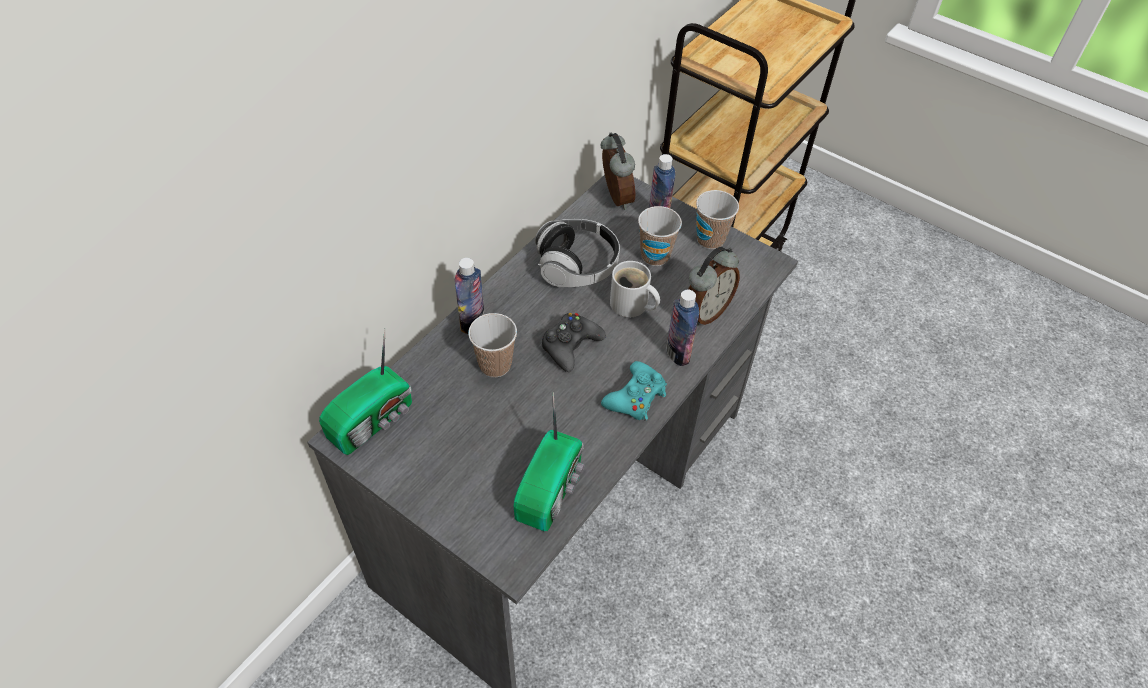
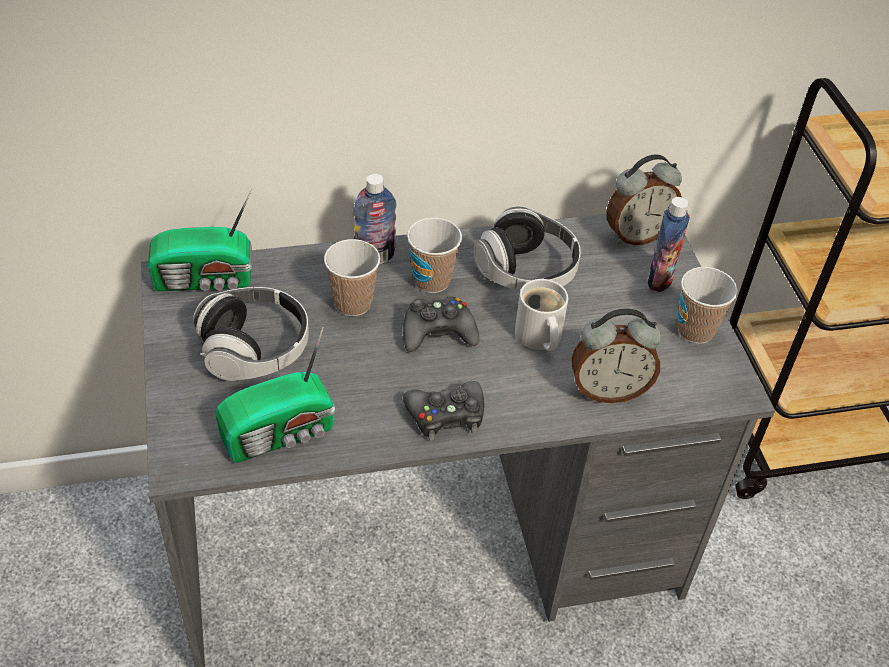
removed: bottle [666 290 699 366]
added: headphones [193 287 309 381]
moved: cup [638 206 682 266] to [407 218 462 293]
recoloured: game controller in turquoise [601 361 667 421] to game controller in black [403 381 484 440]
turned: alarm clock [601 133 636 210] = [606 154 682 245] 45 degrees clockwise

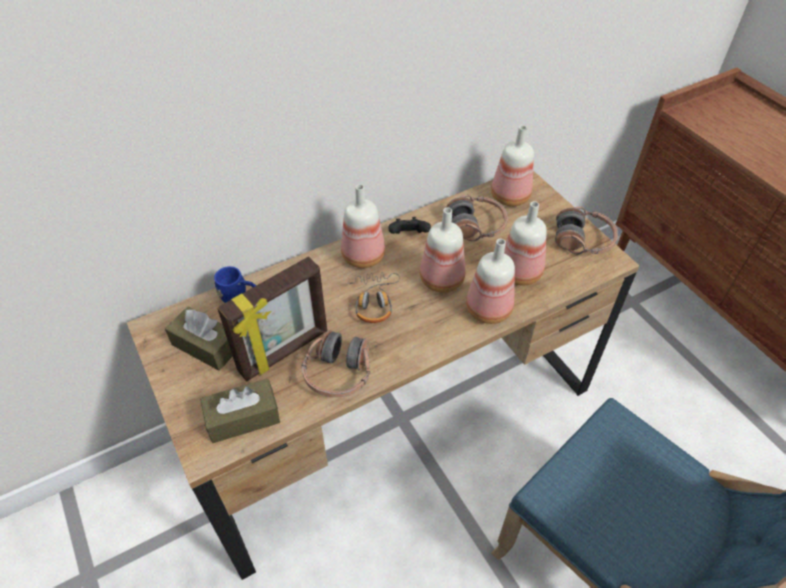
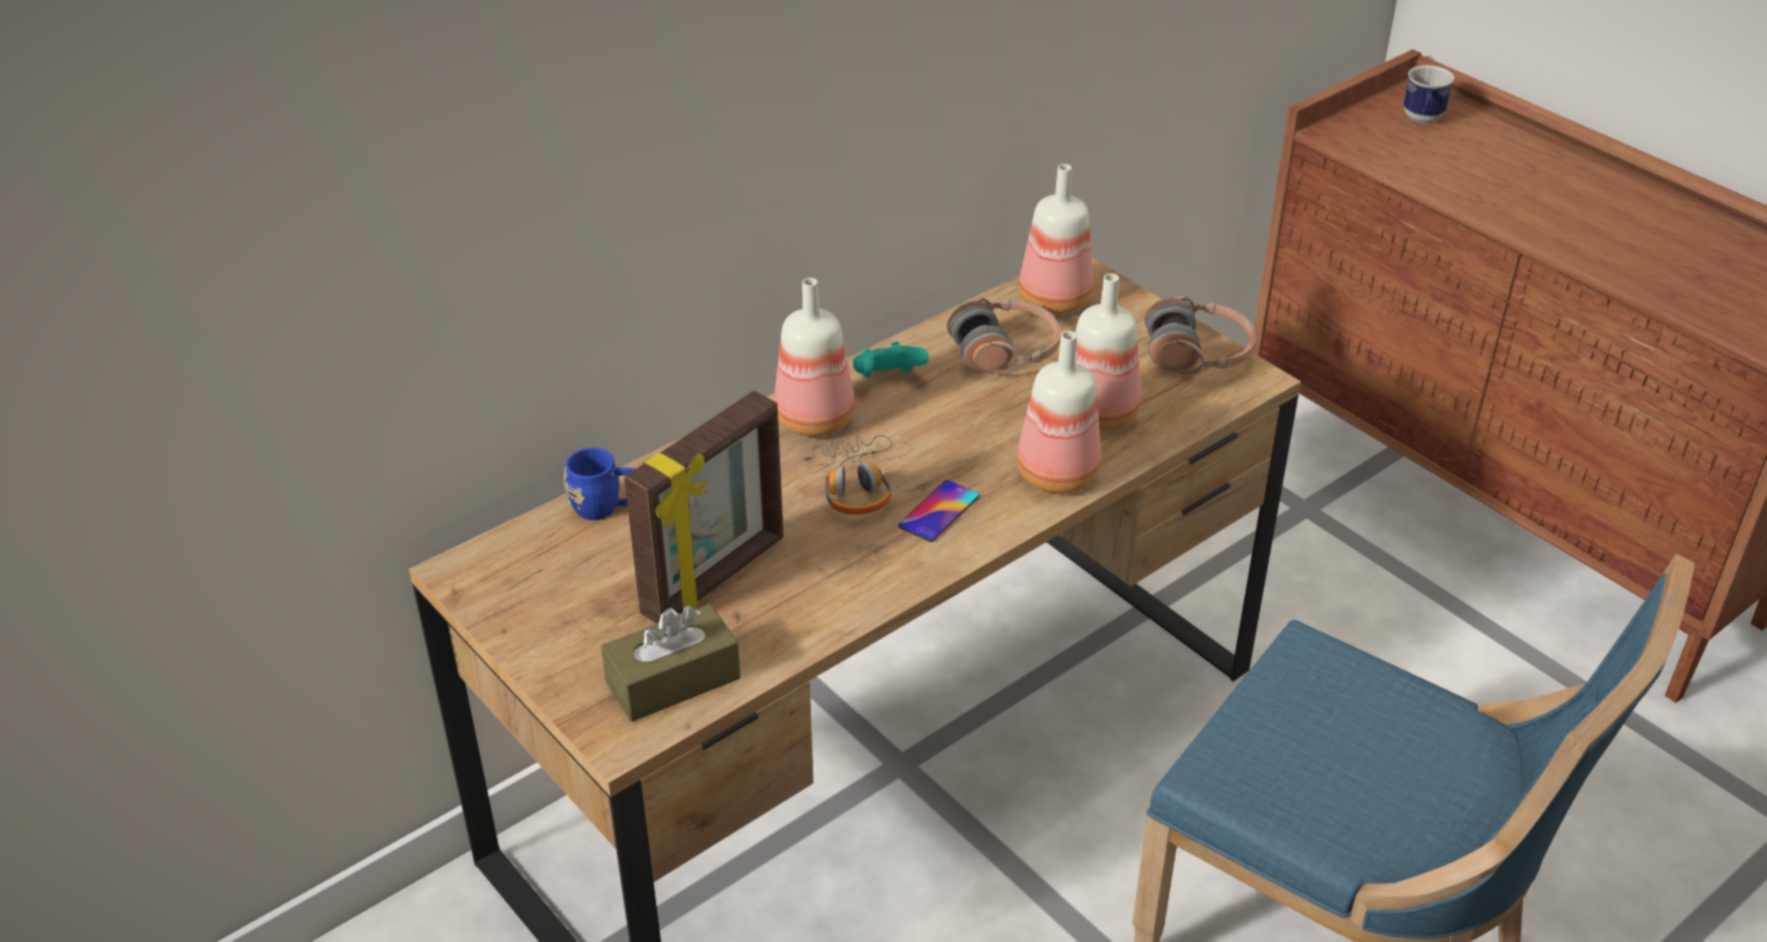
removed: bottle [420 207 465 293]; tissue box in brown [165 307 232 371]; headphones [302 330 370 397]
added: mug [1404 65 1454 124]; phone [898 480 979 542]
recoloured: game controller in black [389 217 431 234] to game controller in turquoise [853 342 929 377]

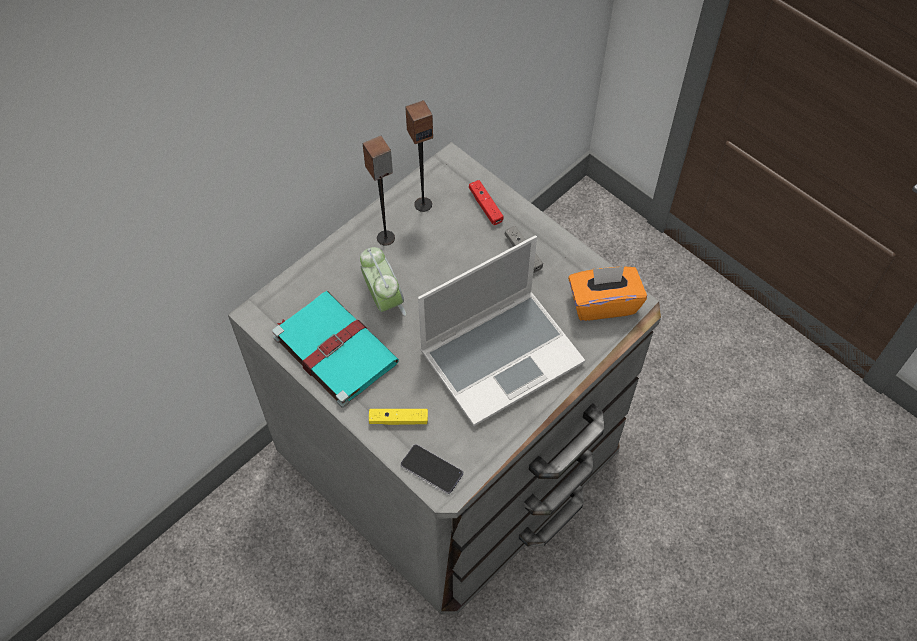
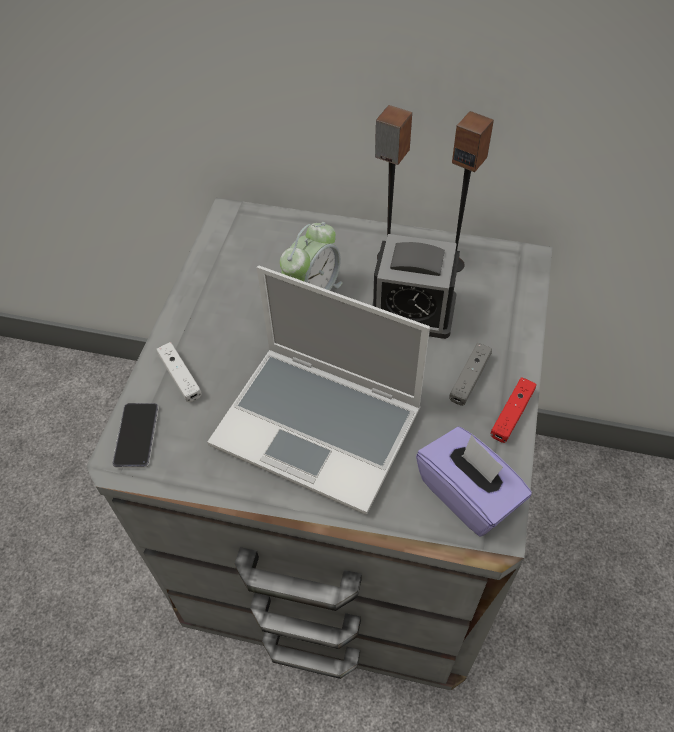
removed: book in turquoise [272 291 399 408]
added: alarm clock [372 234 460 339]
moved: game controller in red [469 180 503 225] to [490 377 536 443]
recoloured: tissue box in orange [568 266 647 321] to tissue box in purple [416 427 532 537]; game controller in yellow [369 409 428 425] to game controller in white [156 342 202 402]

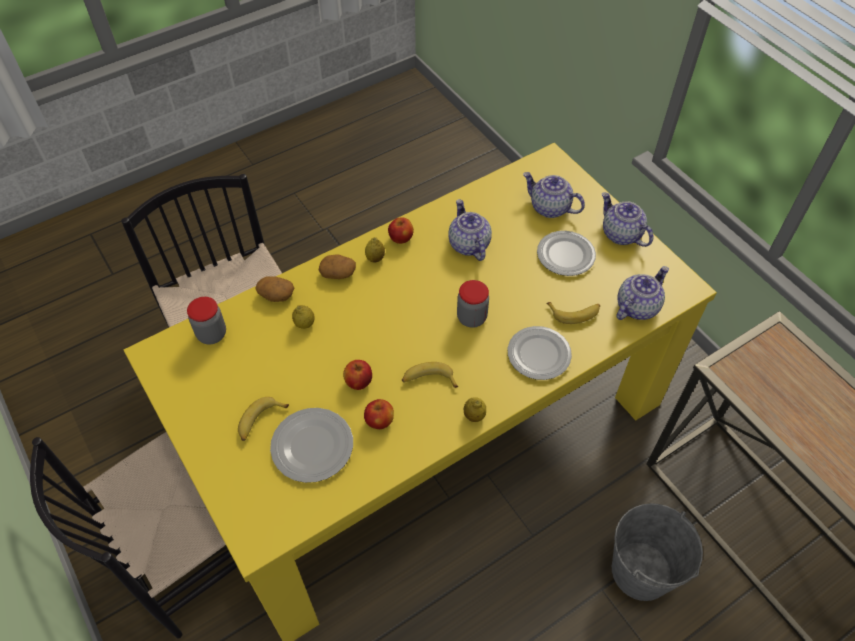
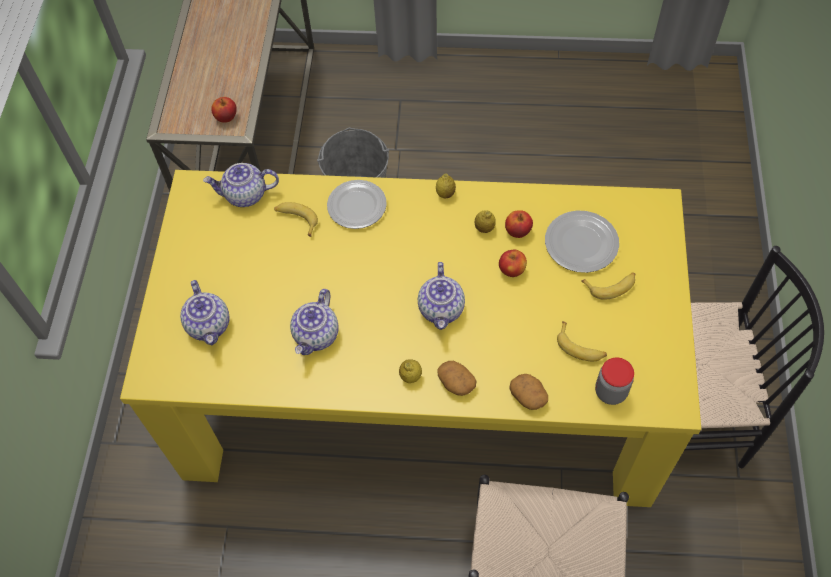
removed: plate [537 231 596 276]; jar [457 280 489 328]
moved: teapot [602 192 653 247] to [418 262 465 330]; apple [388 217 414 244] to [211 97 237 123]; lemon [292 305 315 329] to [475 210 496 233]; banana [402 362 458 388] to [557 321 607 361]

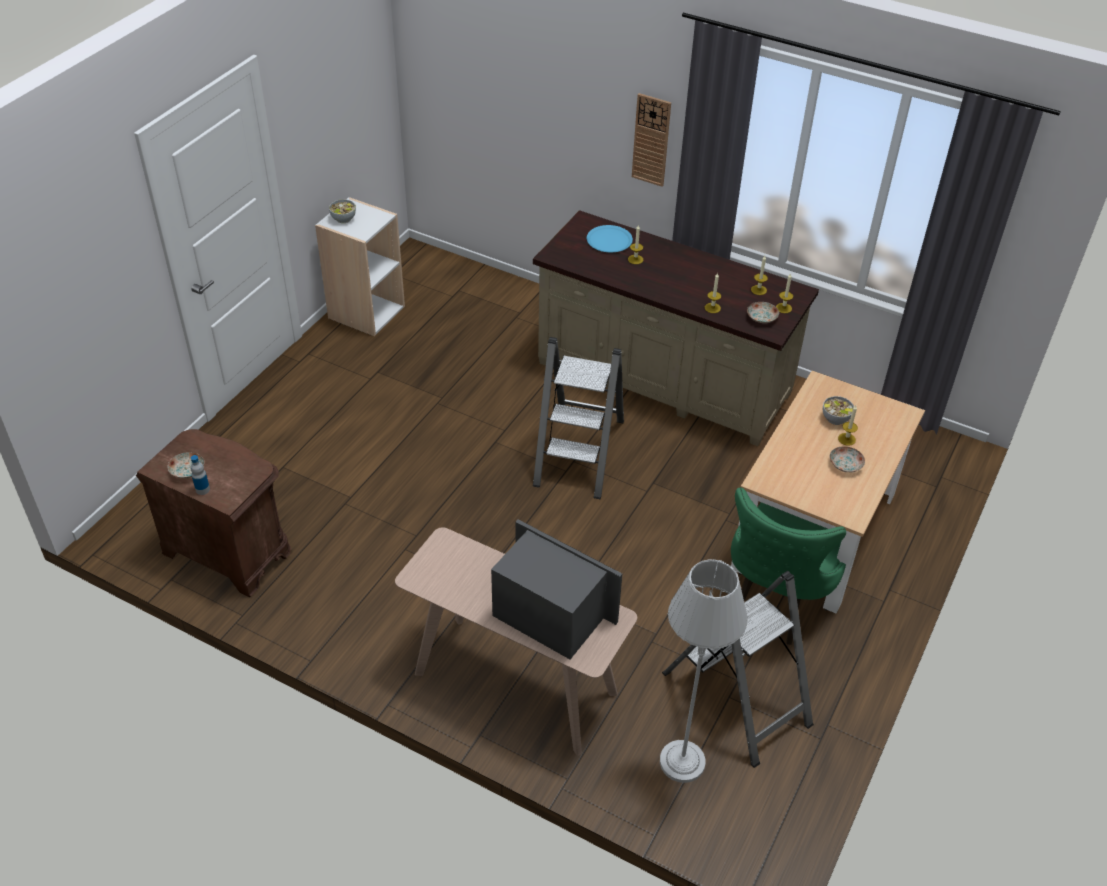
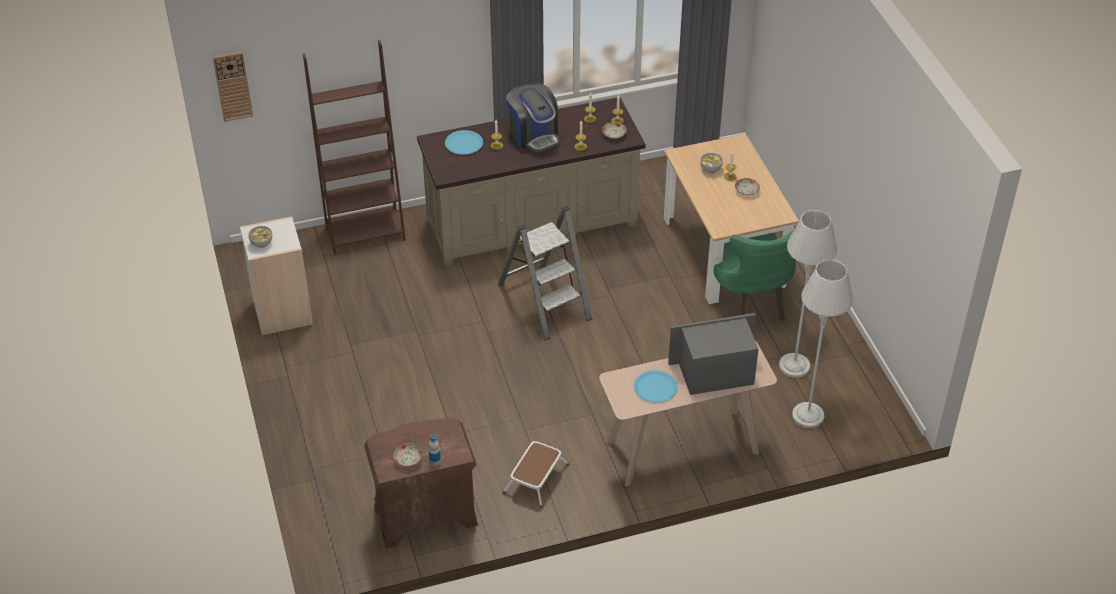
added: bookcase in brown [303 40 406 255]; coffee machine [506 83 559 153]; plate in blue [634 370 677 403]; step ladder in brown [502 441 570 509]
moved: wall clock [632 93 671 187] to [213 52 253 122]
replaced: step ladder in grey [662 571 814 768] to floor lamp in grey [779 210 837 378]

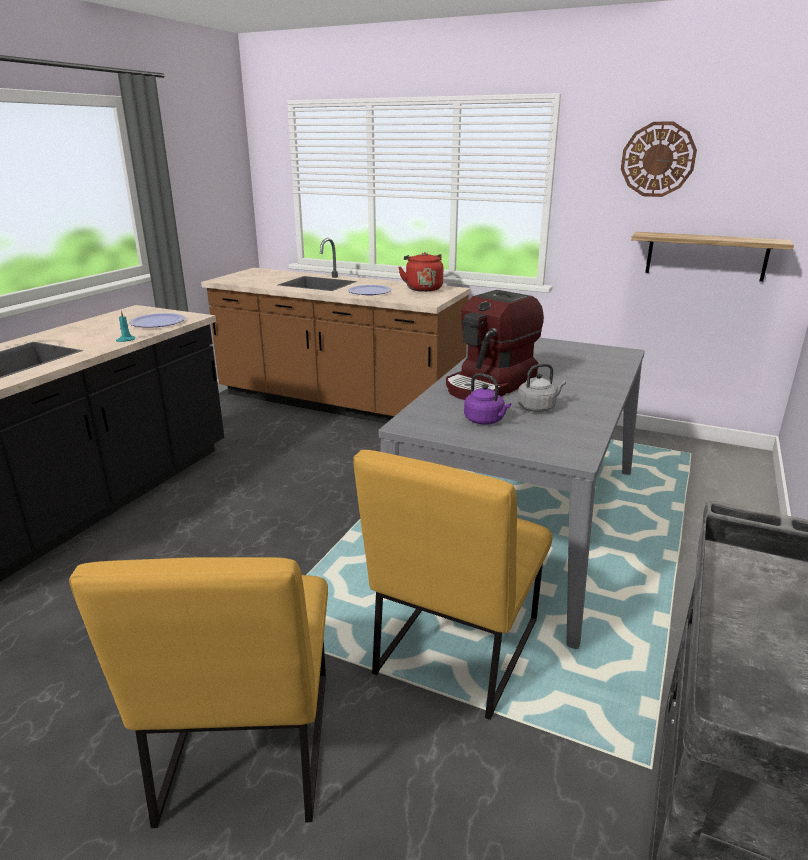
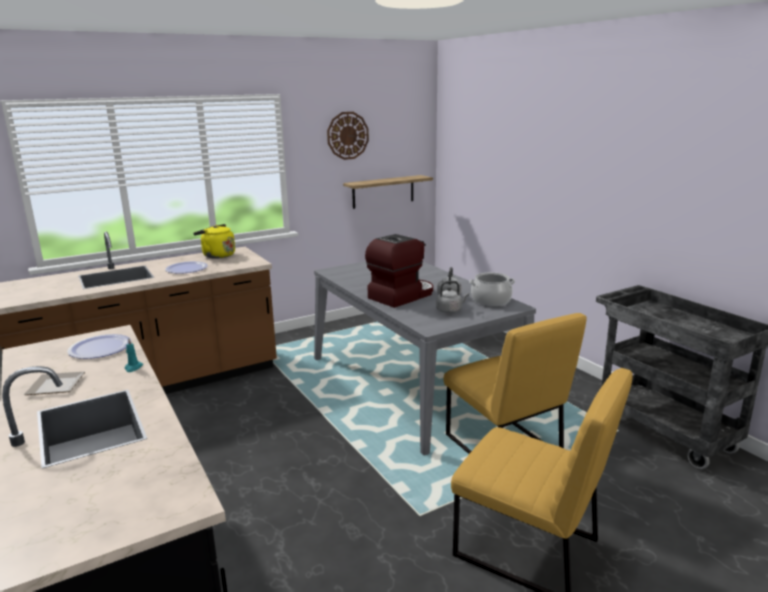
added: cooking pot [469 272 515 306]; plate [24 372 85 395]
recoloured: kettle in red [399 252 443 292] to kettle in yellow [193 224 235 259]; kettle in purple [464 373 511 425] to kettle in grey [436 281 469 313]
turned: coffee machine [446 290 544 400] = [365 234 433 308] 120 degrees counterclockwise

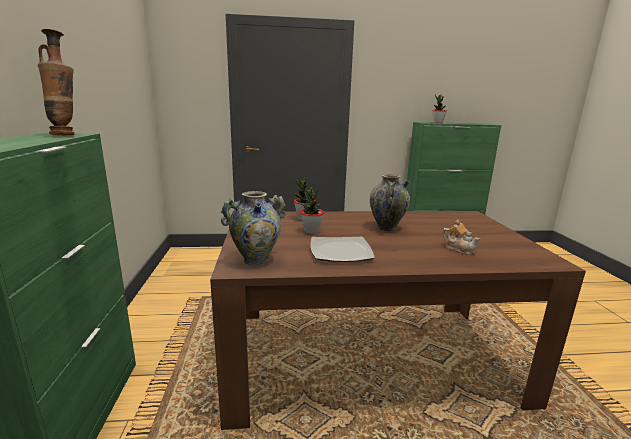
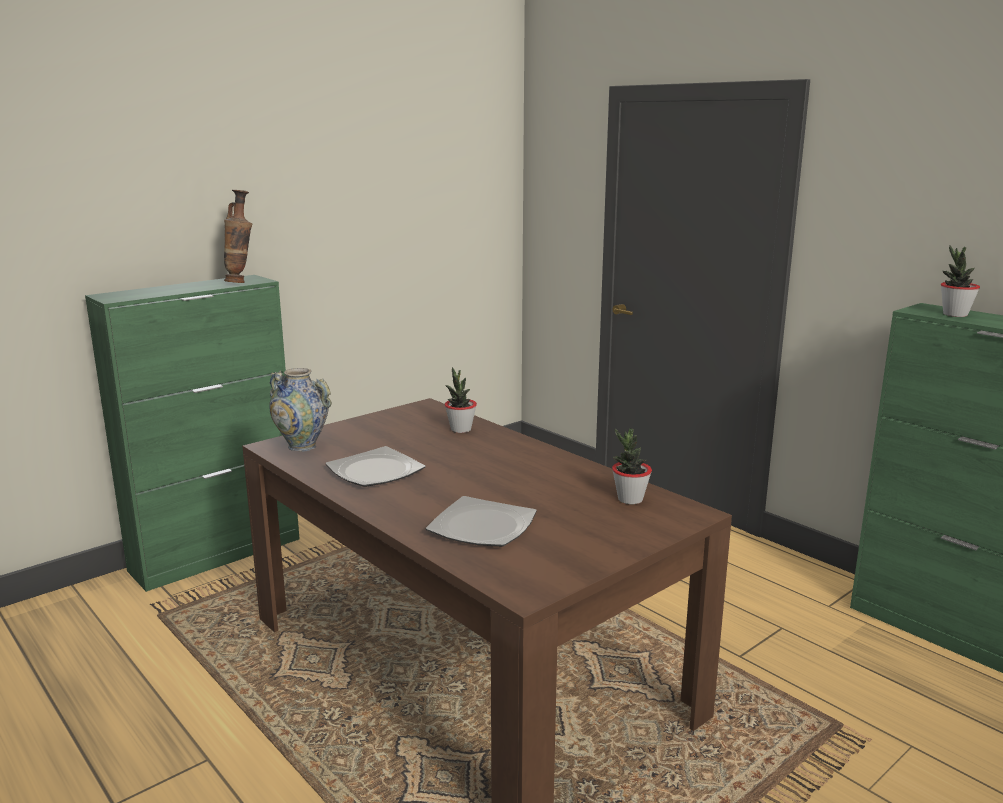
removed: vase [370 174 410 231]
moved: potted plant [300 187 324 234] to [612 428 652 504]
replaced: teapot [442 220 480 255] to plate [426 496 537 547]

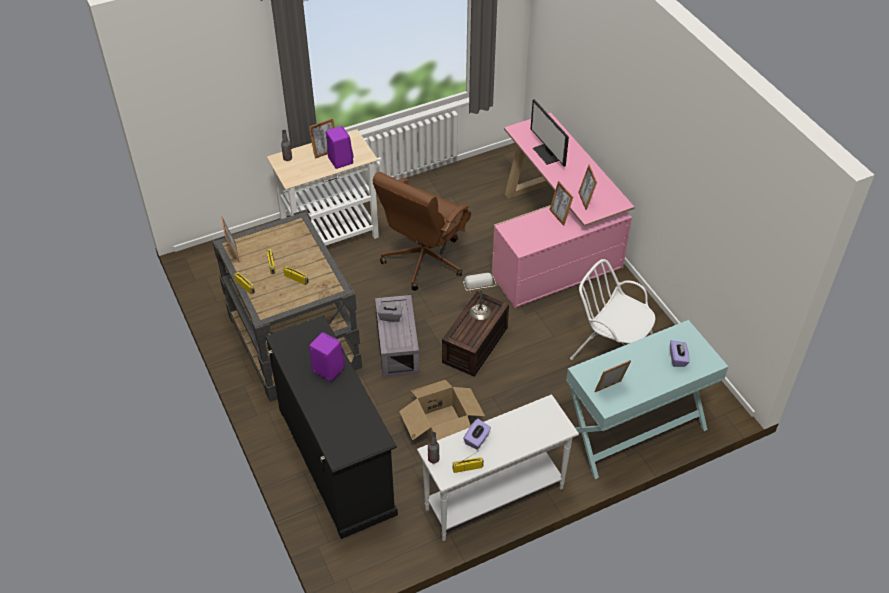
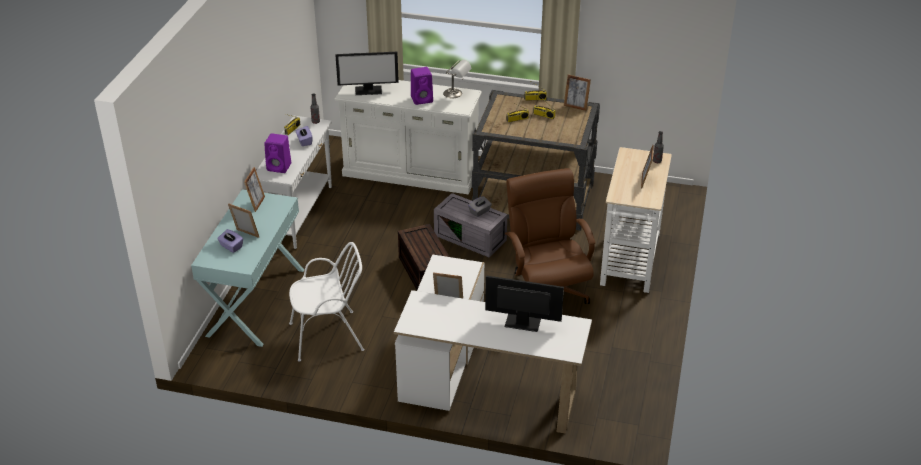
removed: cardboard box [399 380 485 442]
added: monitor [335 52 399 95]
moved: speaker in purple [326 126 353 169] to [264 133 291 173]; picture frame [578 165 597 210] to [228 203 259 238]; table lamp in white [463 273 497 320] to [443 60 472 98]
recoloured: desk in pink [491 113 634 308] to desk in white [394 254 592 434]; cabinet in black [265 315 398 539] to cabinet in white [334 80 482 195]

